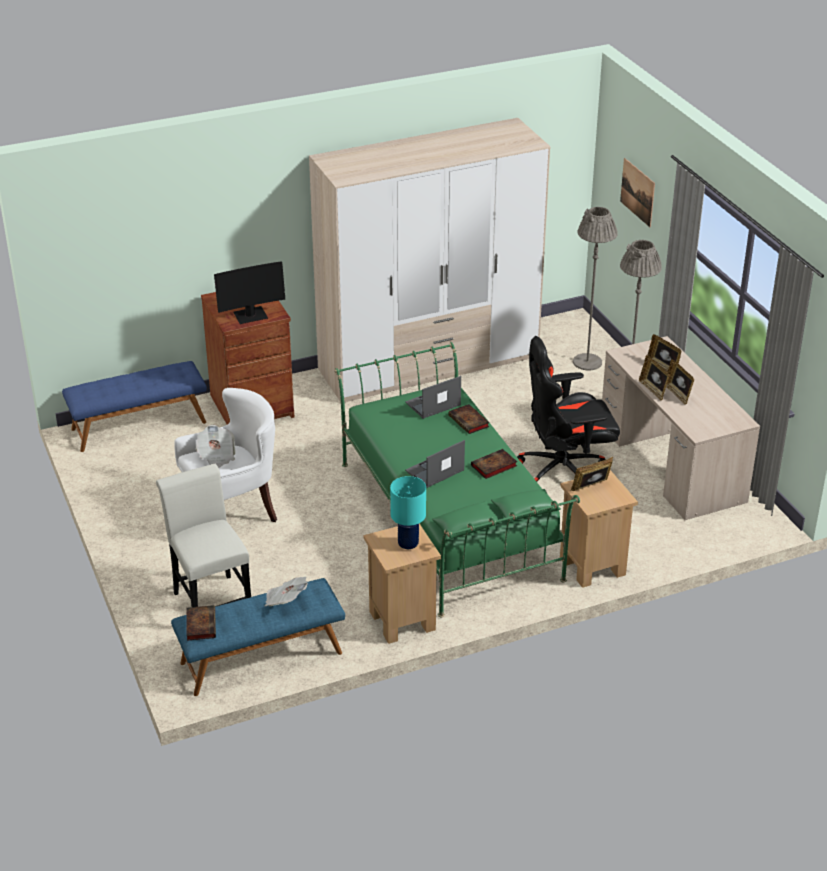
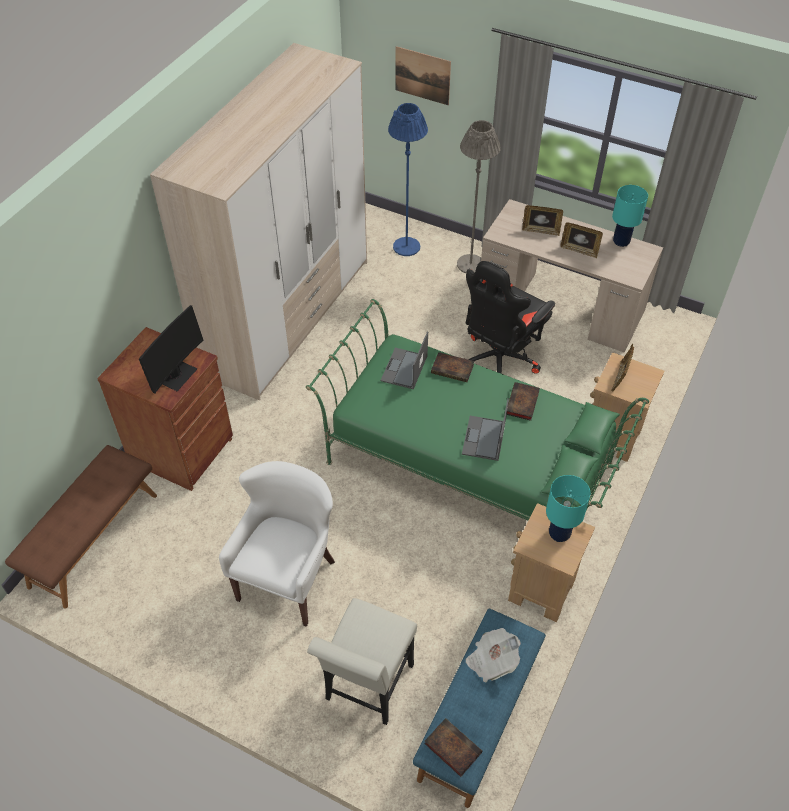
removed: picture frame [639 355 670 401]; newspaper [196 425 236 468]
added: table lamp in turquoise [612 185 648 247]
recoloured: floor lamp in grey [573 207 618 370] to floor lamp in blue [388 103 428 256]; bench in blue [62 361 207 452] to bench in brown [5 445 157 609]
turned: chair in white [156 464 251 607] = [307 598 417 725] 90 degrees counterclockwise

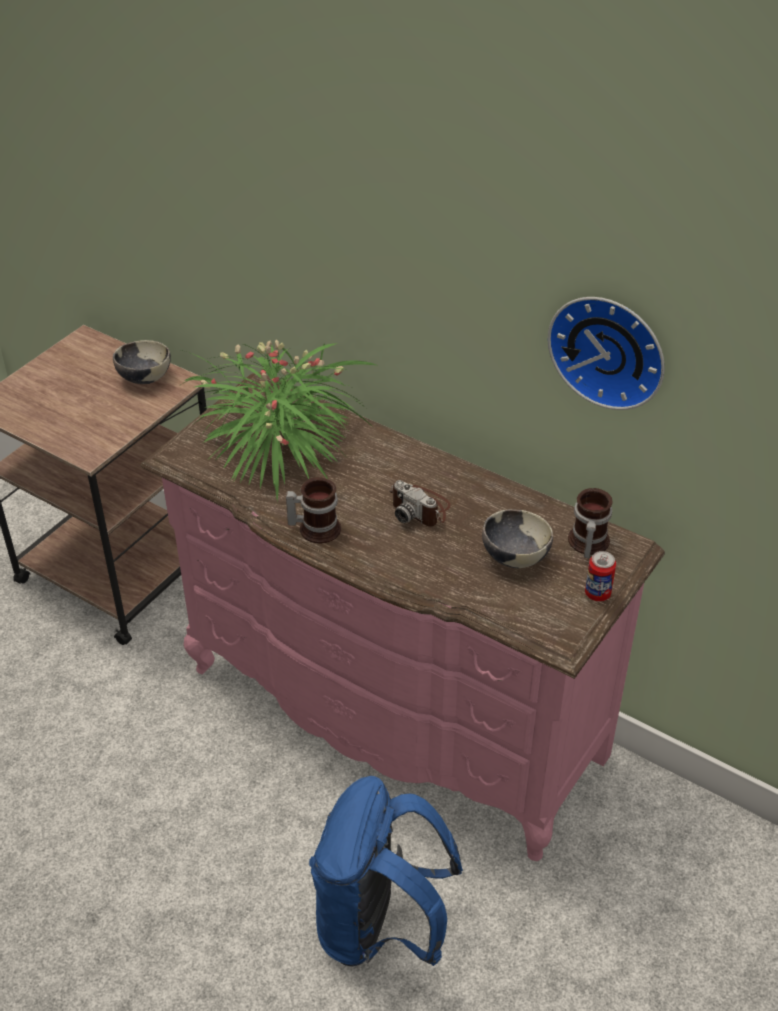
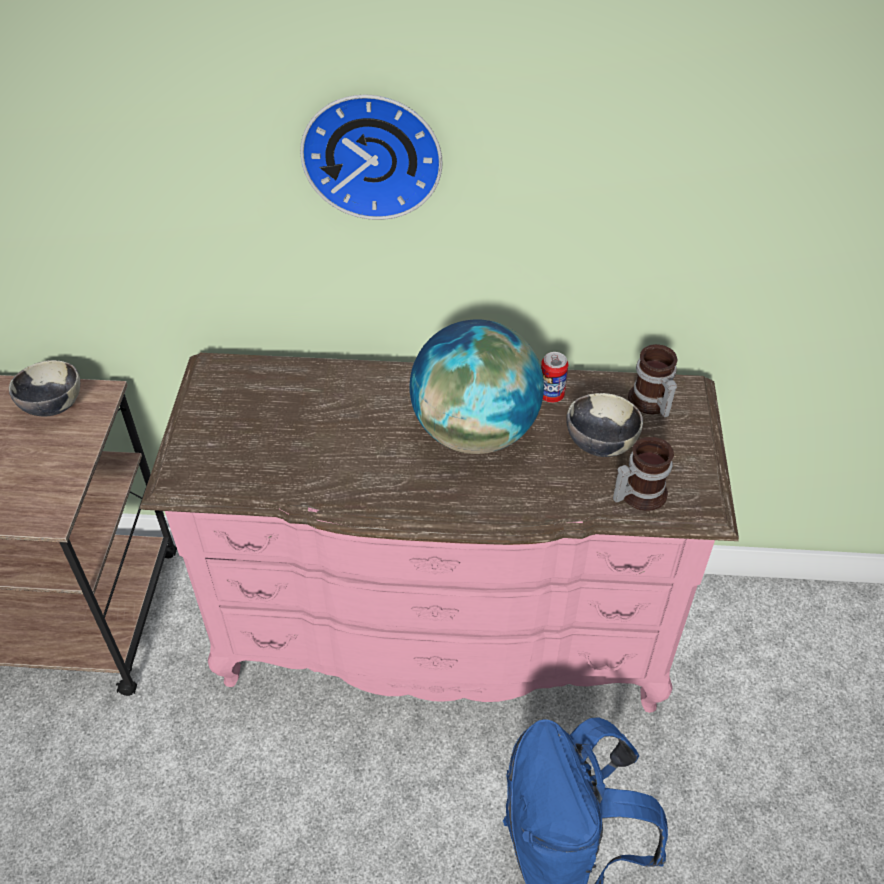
removed: potted plant [179 340 376 502]
moved: wall clock [548 297 665 410] to [300 95 442 220]; mug [286 477 341 543] to [613 437 674 511]; can [585 551 616 601] to [541 352 568 403]
replaced: photo camera [390 480 451 527] to globe [410 319 544 454]

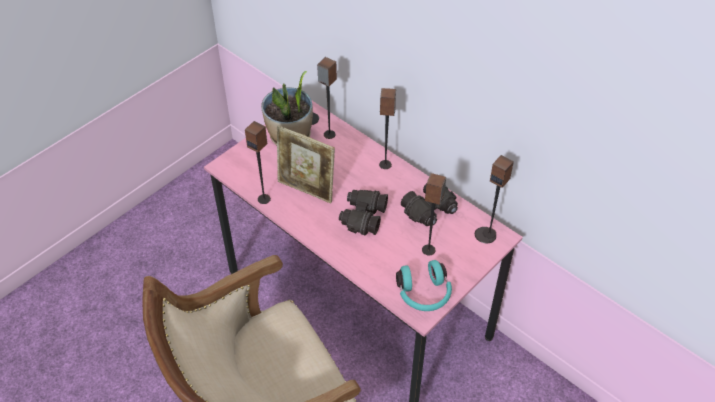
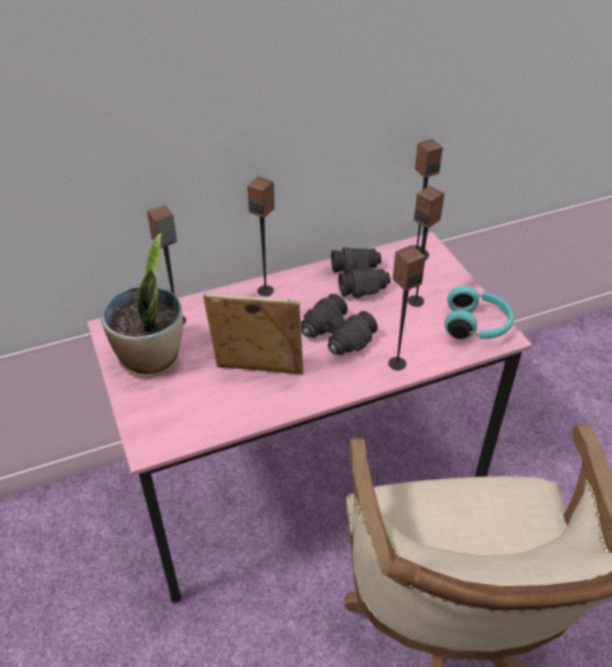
moved: speaker [245 121 271 204] to [388 245 426 370]
turned: picture frame [277 125 335 203] = [203 294 303 375] 135 degrees counterclockwise

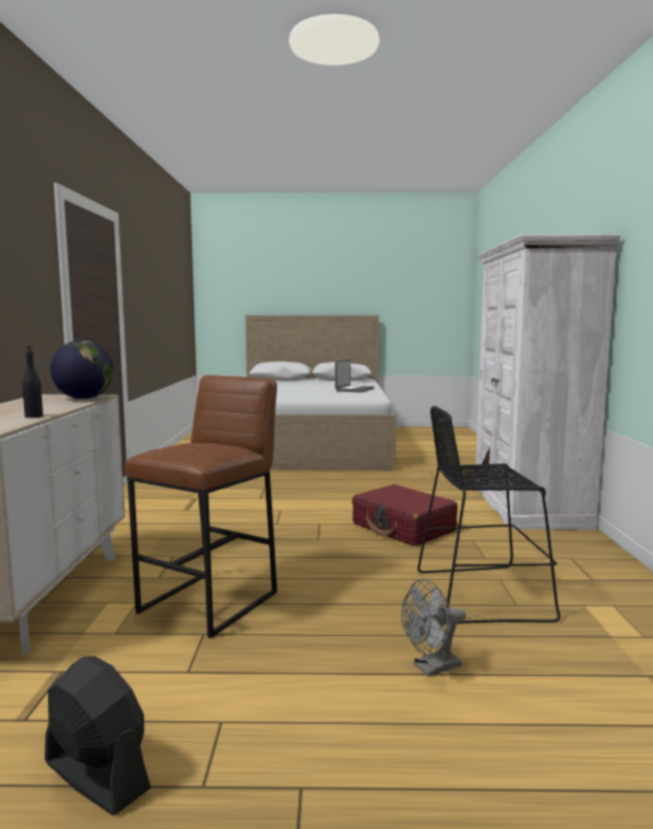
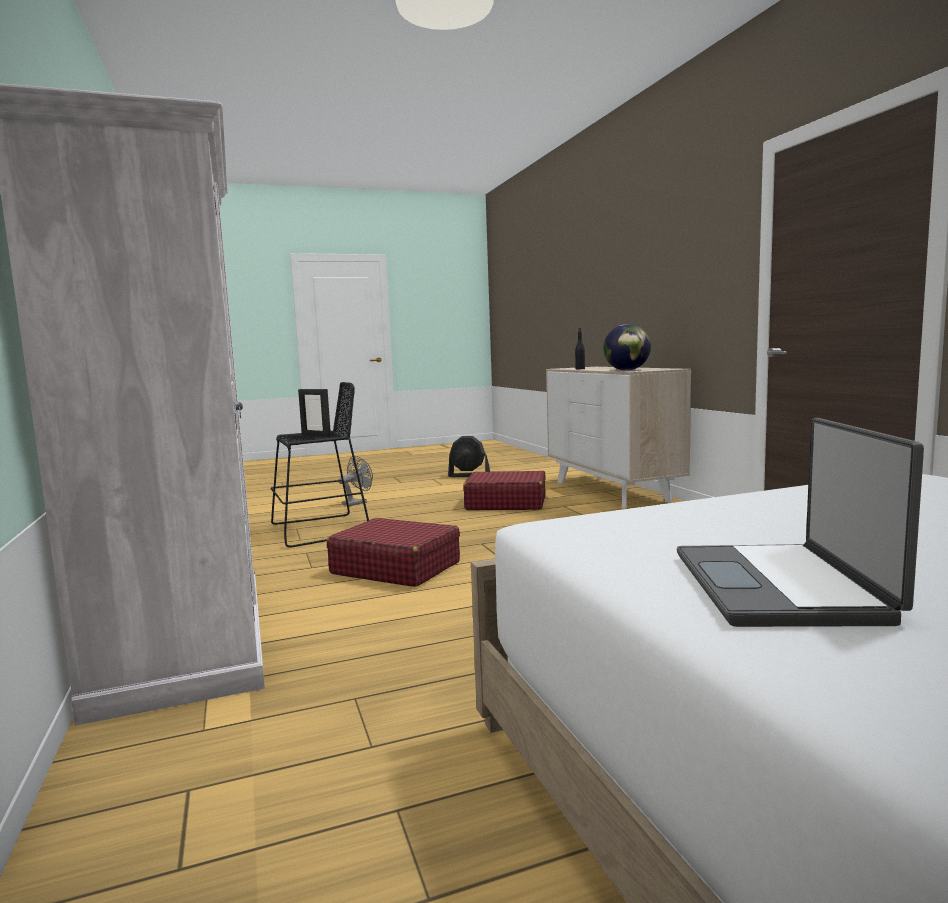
added: picture frame [298 389 331 437]
replaced: stool in brown [125 375 277 638] to suitcase in red [463 471 546 510]

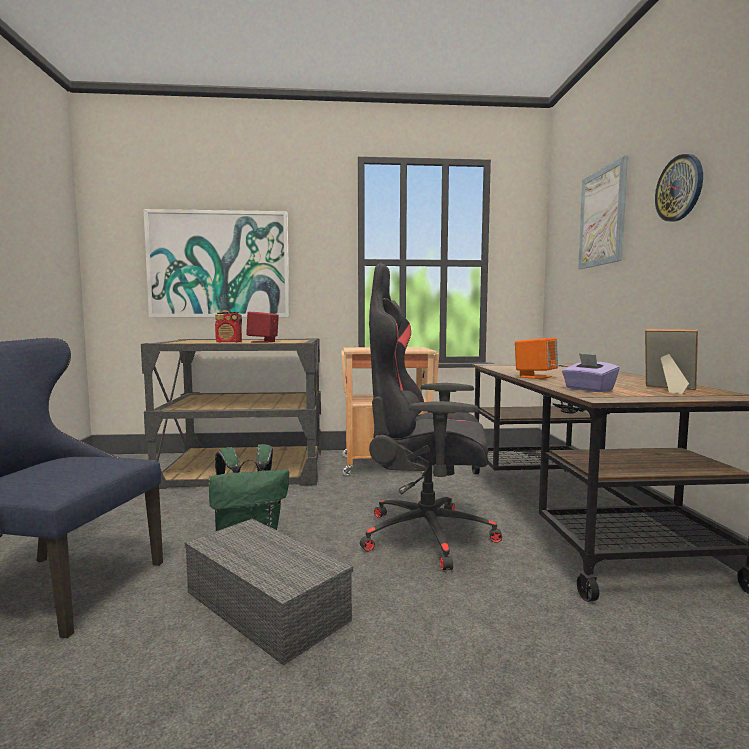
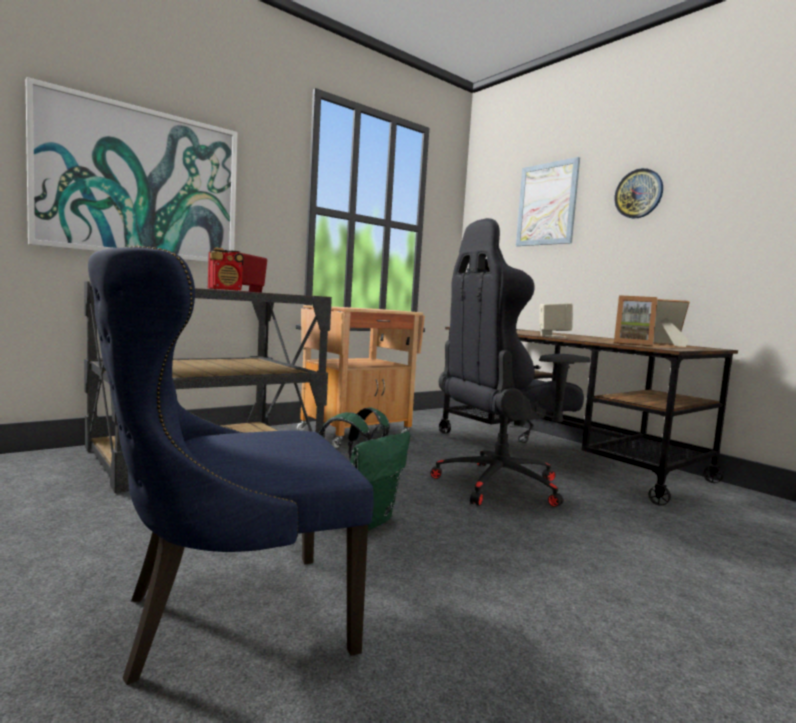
removed: storage box in grey [185 519 353 665]
replaced: tissue box in purple [562 353 620 392] to picture frame [614 295 658 347]
recoloured: speaker in orange [515 338 558 379] to speaker in beige [539 303 573 338]

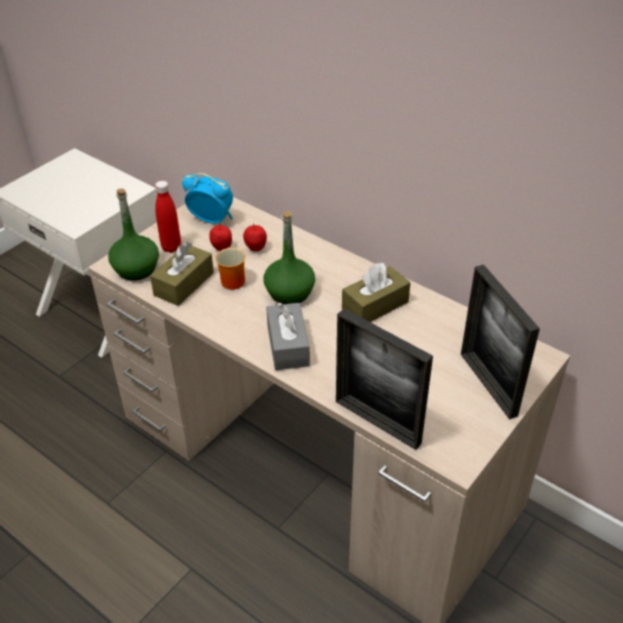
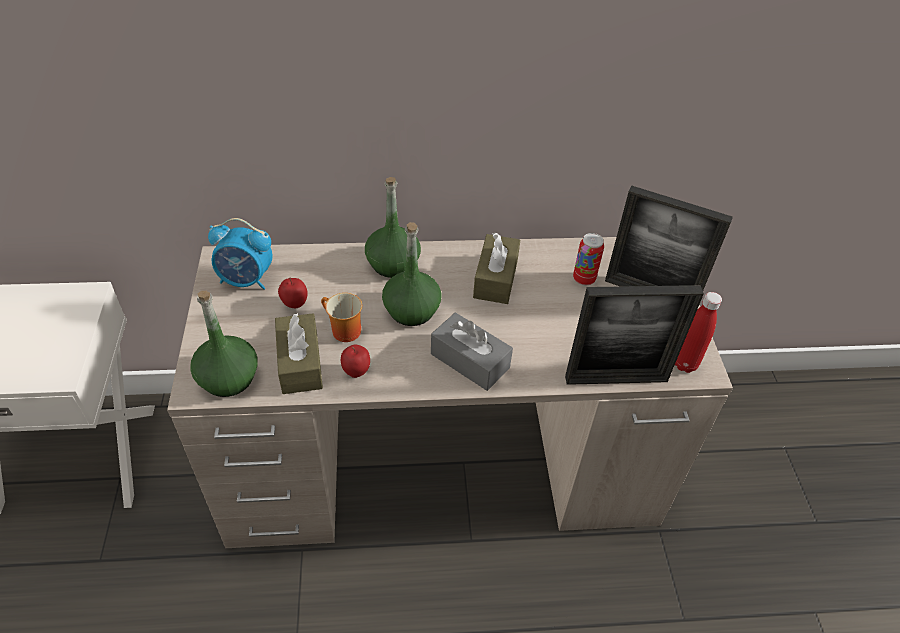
added: bottle in green [365 177 421 278]; can [573 233 604 285]
moved: bottle in red [155 181 181 253] to [675 292 722 373]; apple [243 224 267 251] to [341 345 370 378]
turned: alarm clock [182 173 233 223] = [208 218 273 290] 150 degrees counterclockwise

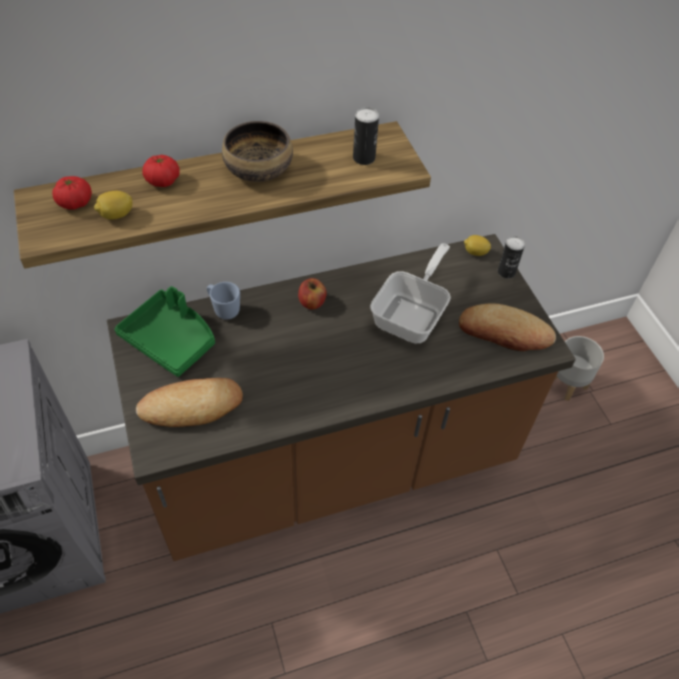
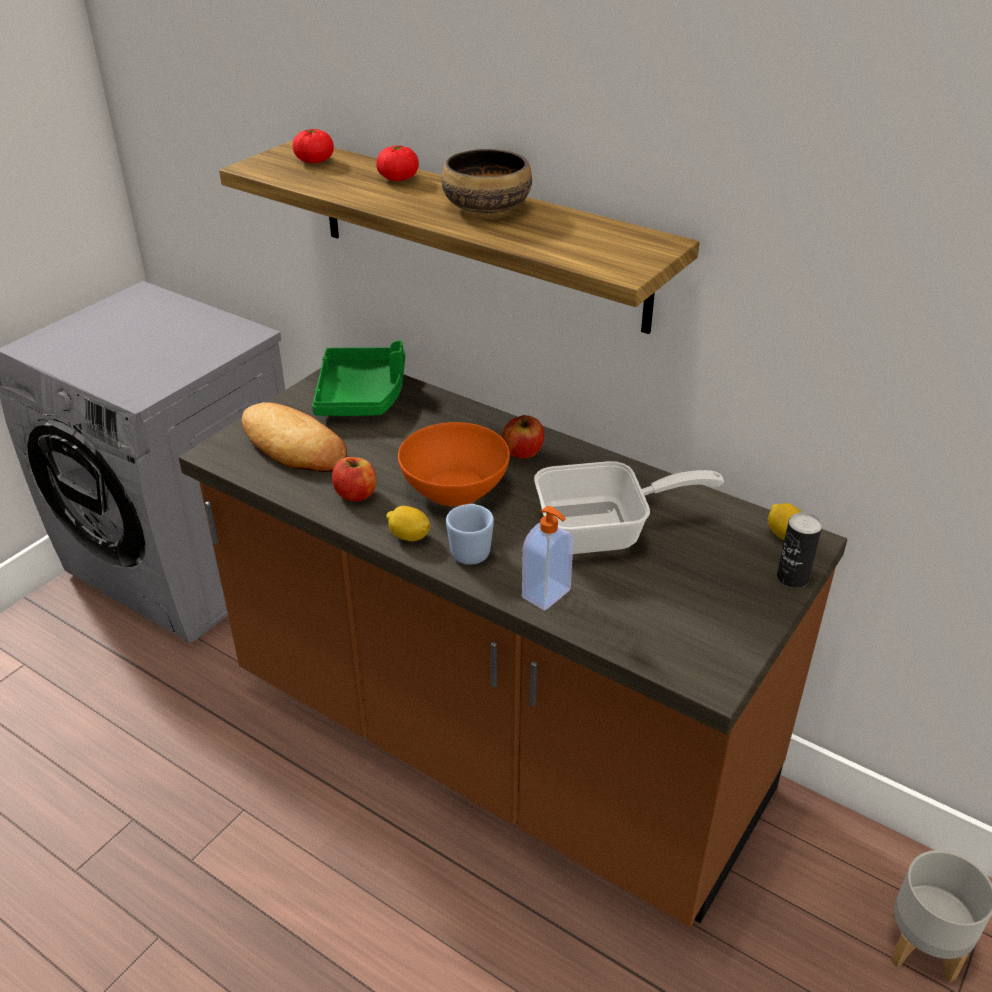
removed: can [353 107 379 165]; bread [459 303 556 351]
added: bowl in orange [398 422 510 506]; apple [332 457 376 501]; soap dispenser [522 506 573 611]
moved: lemon [94 191 132 220] to [386 506 431 541]; mug in blue [207 282 240 320] to [446 504 494 565]

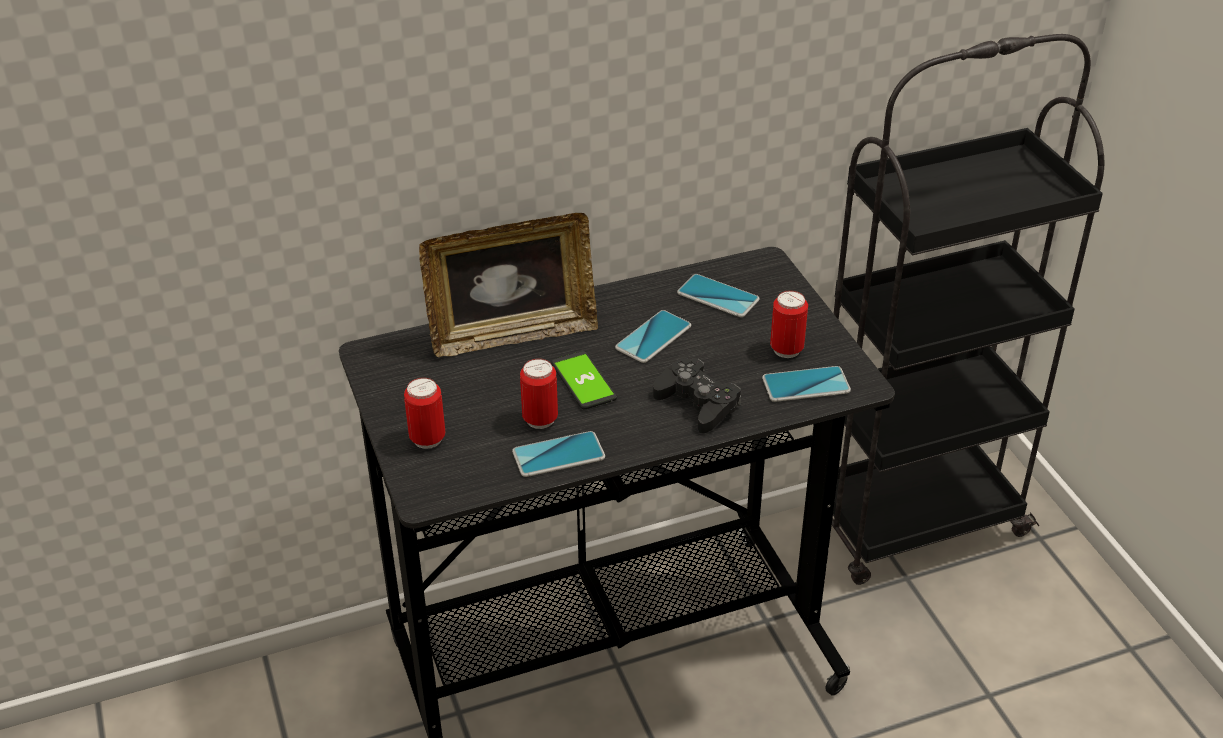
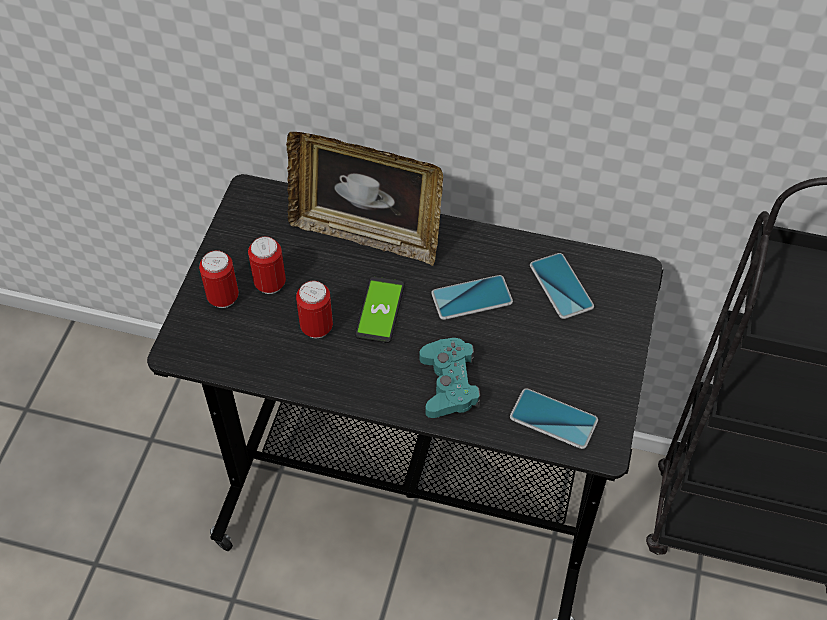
removed: phone [512 431 605 477]
moved: can [770 290 808 358] to [248 236 286 294]
recoloured: game controller in black [653 358 741 433] to game controller in turquoise [419 338 480 418]

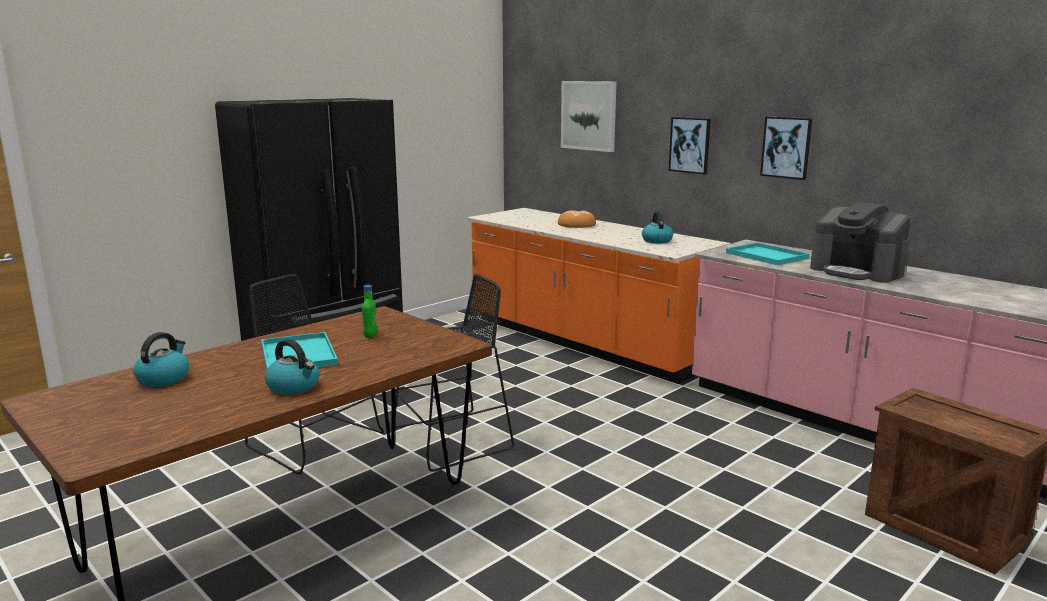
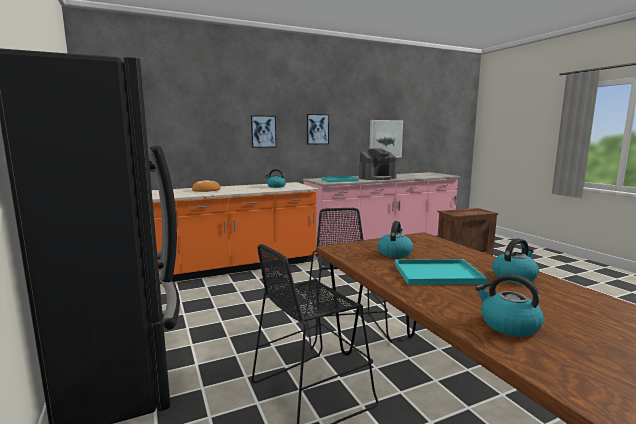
moved: picture [561 81 617 152] to [370 120 403 158]
replaced: bottle in green [362 285 377 338] to kettle [378 221 413 258]

